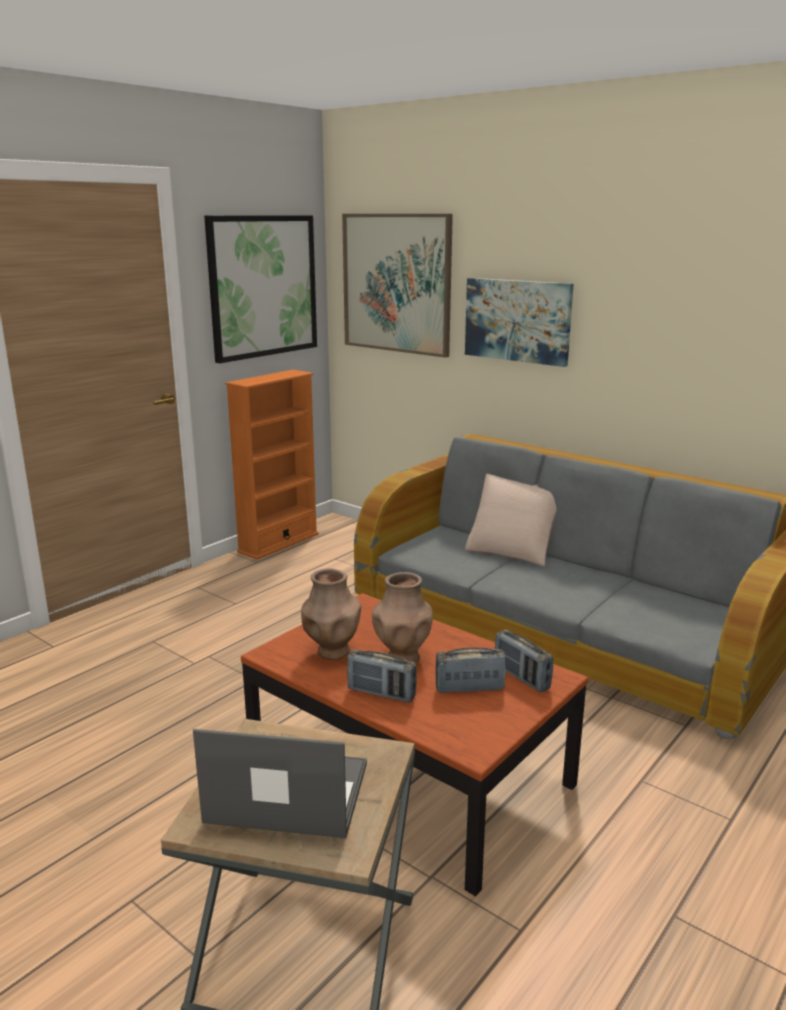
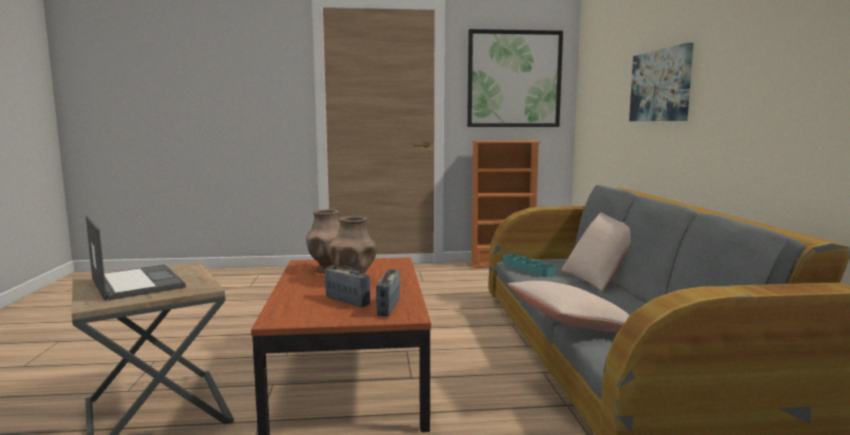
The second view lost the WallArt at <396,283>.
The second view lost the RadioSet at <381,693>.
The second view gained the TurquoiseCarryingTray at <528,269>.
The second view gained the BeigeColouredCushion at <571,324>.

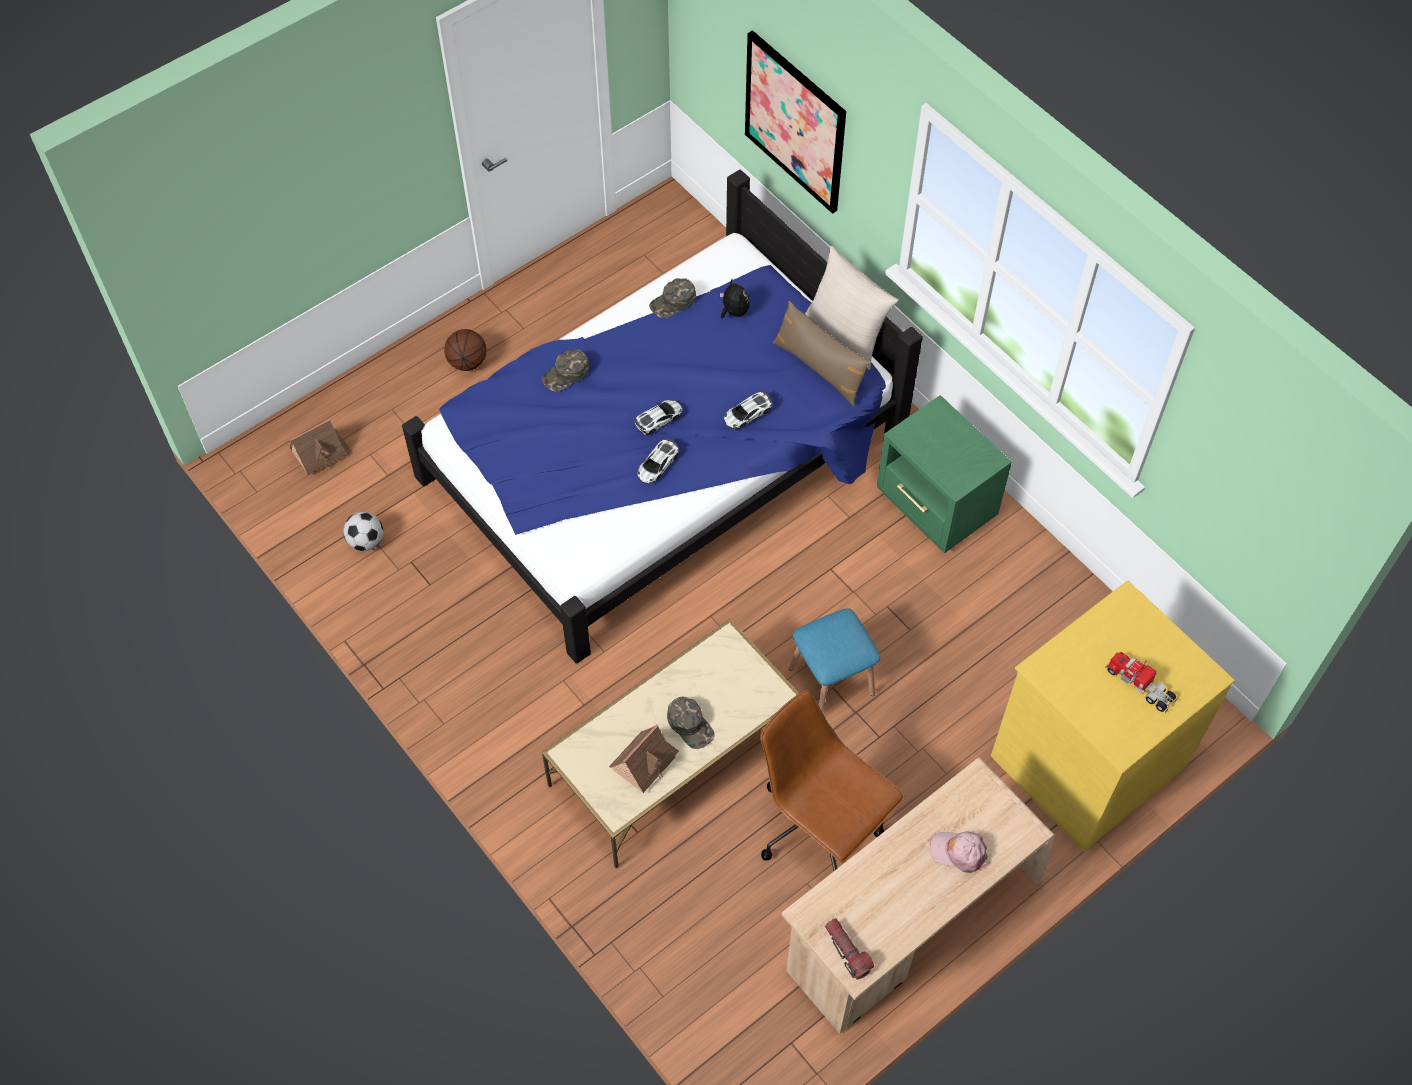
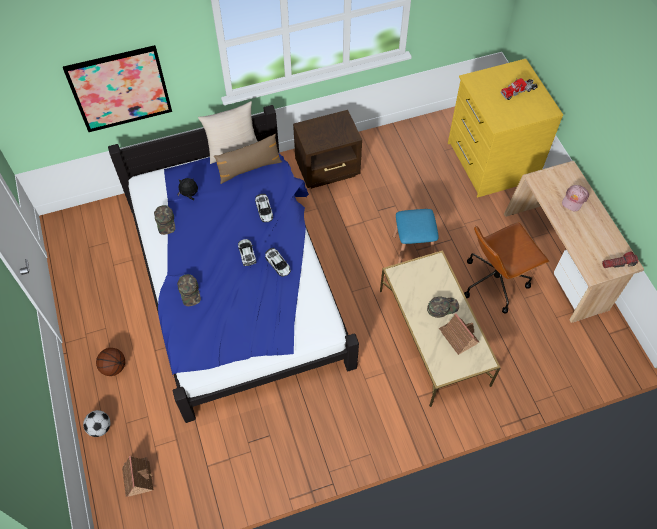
The Football ended up elsewhere, having gone from <366,541> to <100,428>.
What was the GreenishNightstand at <935,508> turned into the BrownishNightstand at <328,170>.

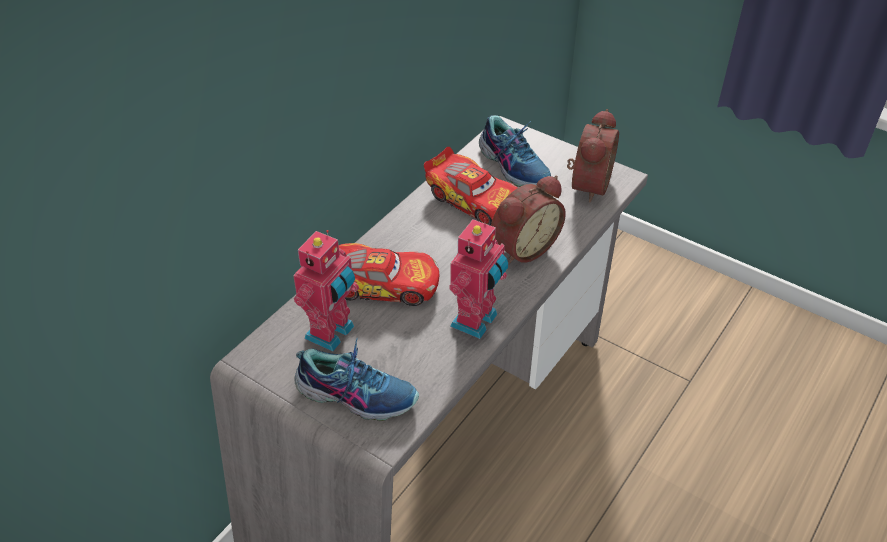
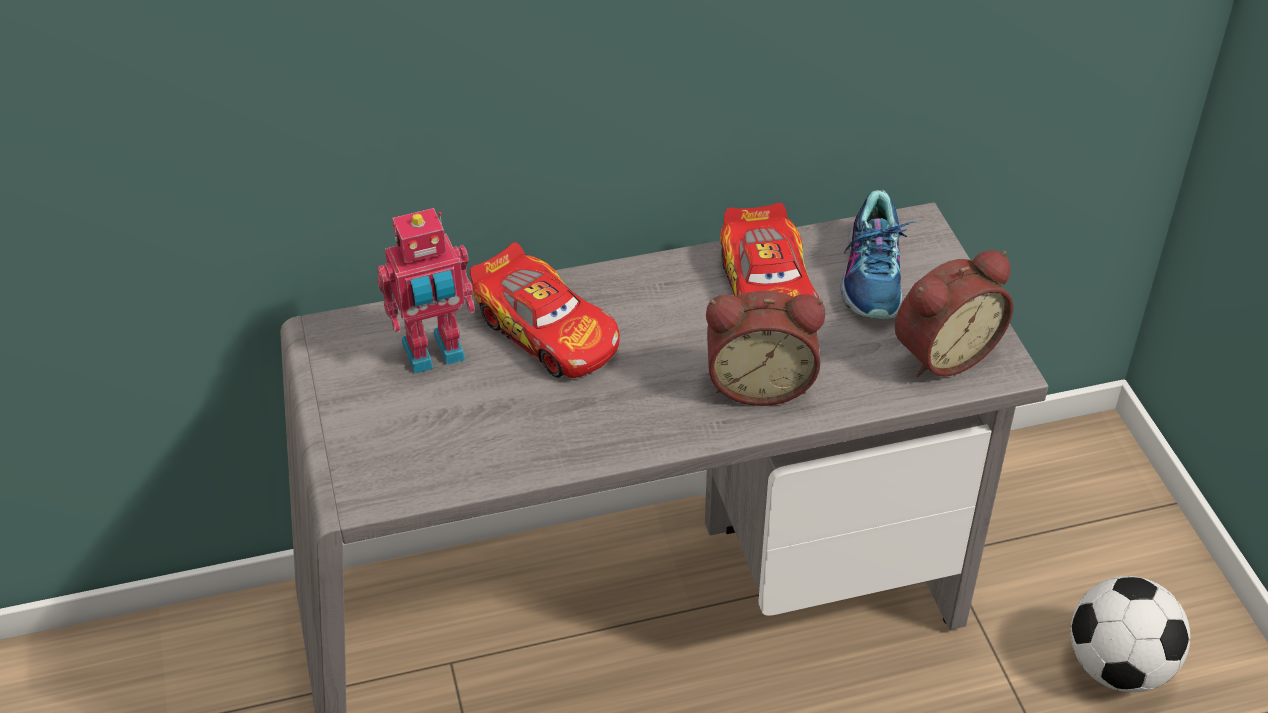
The second view lost the ItemOfFootwear at <357,394>.
The second view lost the ToyRobot at <477,321>.
The second view gained the Football at <1118,667>.

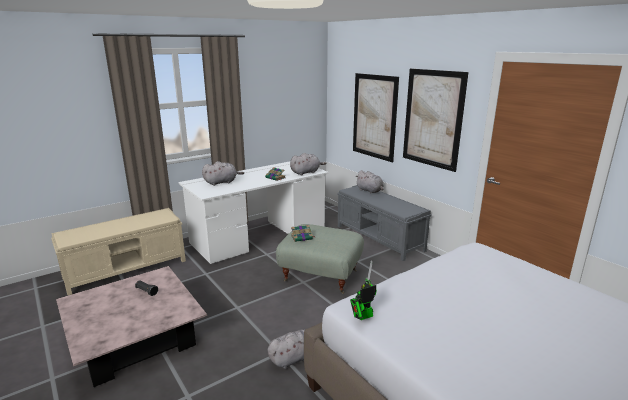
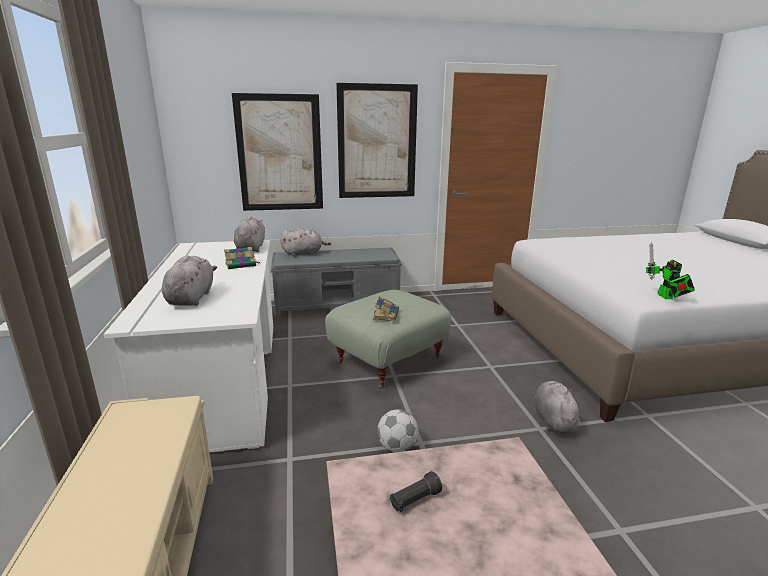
The second view gained the Football at <397,447>.

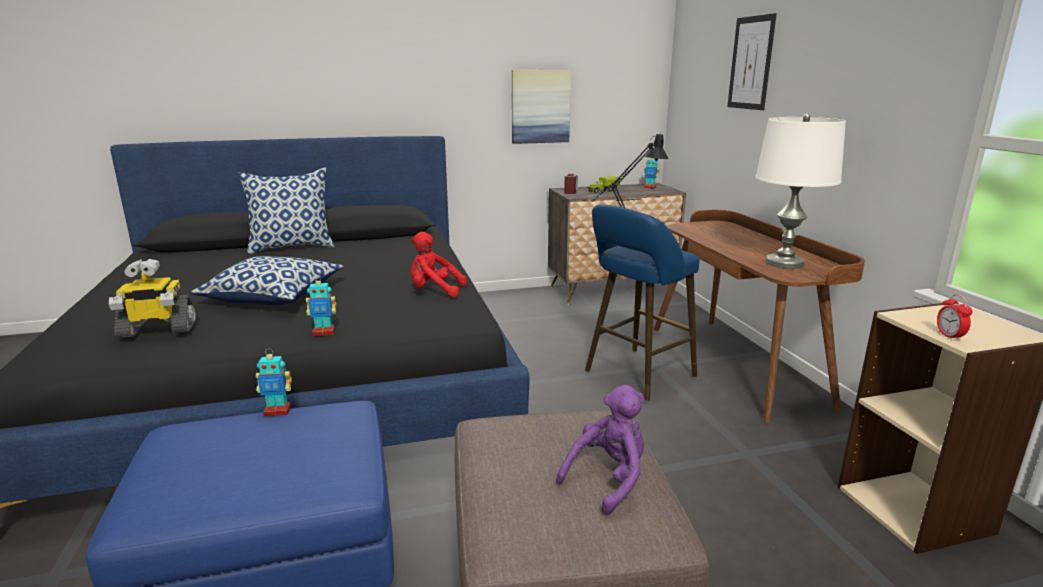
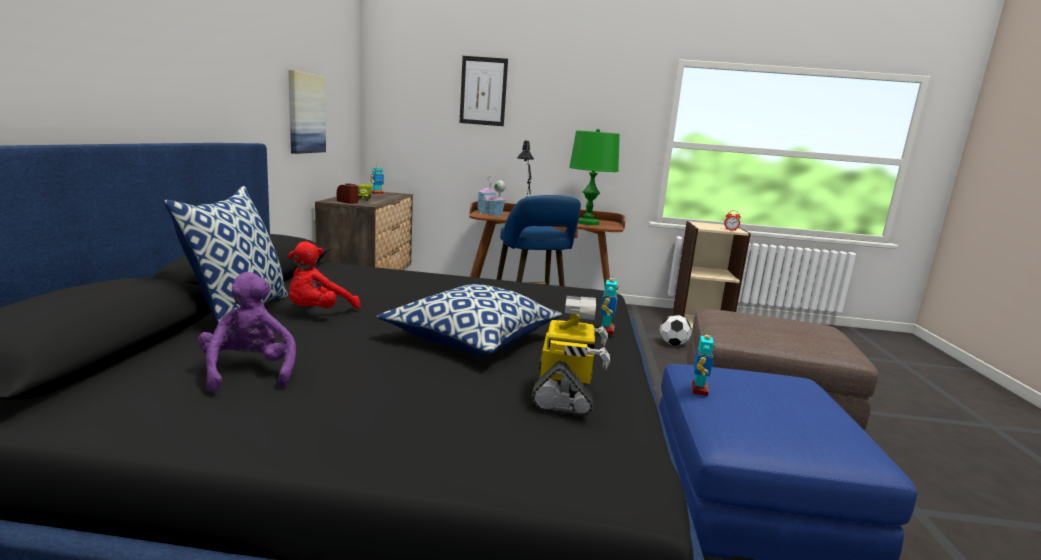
The second view gained the ToyHouse at <490,213>.
The second view gained the Football at <673,344>.
The ReddishCuddlyToy ended up elsewhere, having gone from <434,291> to <318,312>.
The PurpleCuddlyToy ended up elsewhere, having gone from <608,479> to <249,372>.
What was the WhiteColouredTableLamp at <784,263> turned into the GreenishTableLamp at <587,223>.

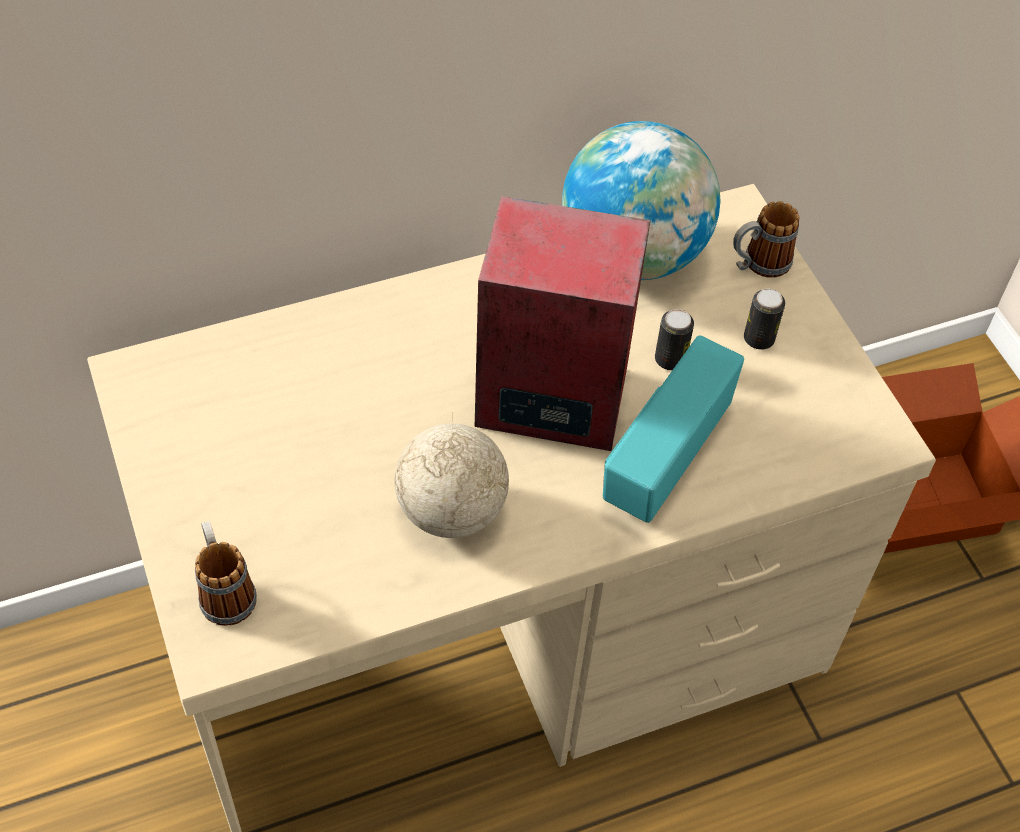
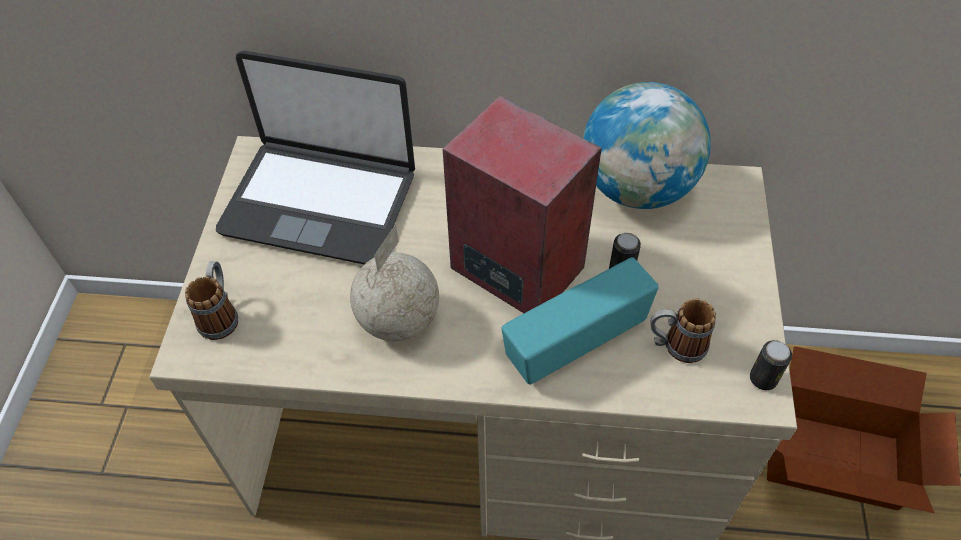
The second view gained the Laptop at <320,201>.
The Mug ended up elsewhere, having gone from <758,264> to <676,345>.
The SealedCan ended up elsewhere, having gone from <759,339> to <763,379>.

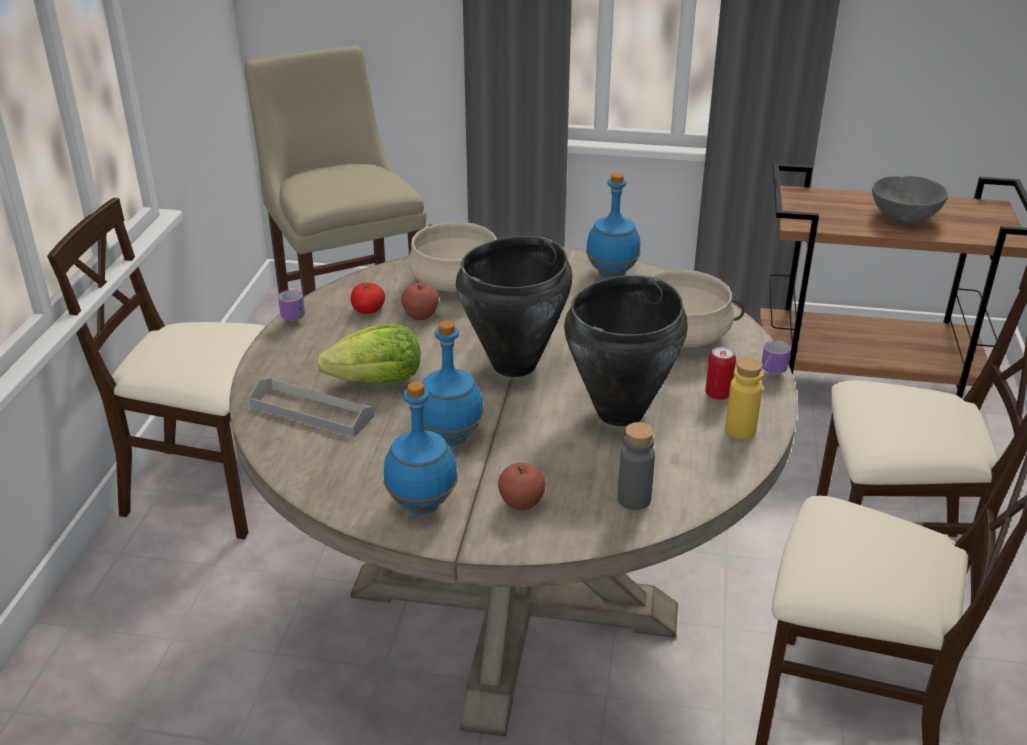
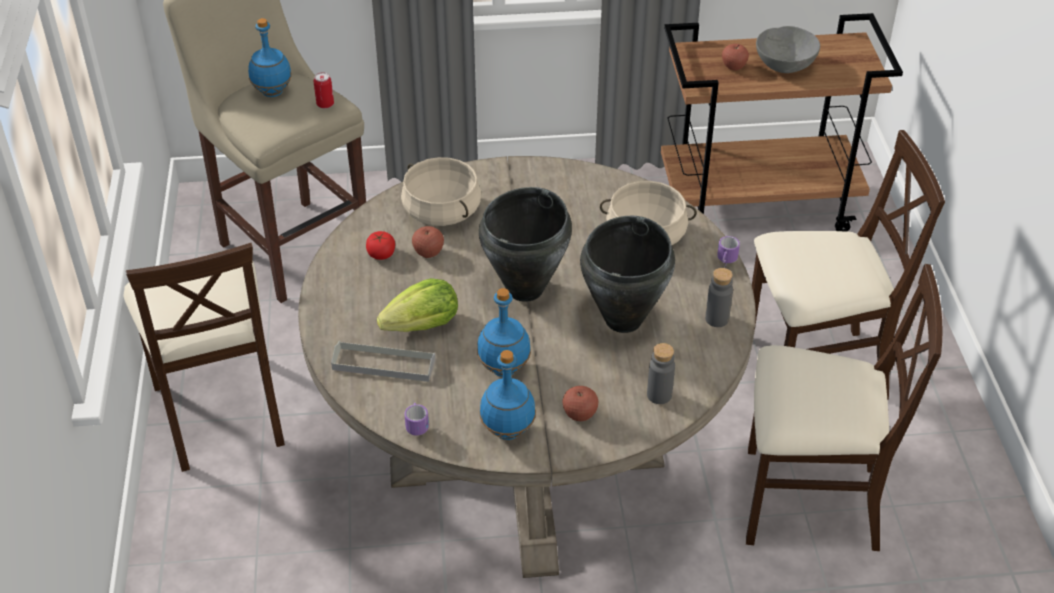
The second view gained the Apple at <733,67>.
The Mug ended up elsewhere, having gone from <297,314> to <416,421>.
The BluishBeverageBottle ended up elsewhere, having gone from <611,274> to <272,92>.
The SealedCan ended up elsewhere, having gone from <718,394> to <325,104>.
What was the YellowColouredBeverageBottle at <740,430> turned into the GrayBeverageBottle at <717,319>.
The BeigeColouredChair at <209,488> ended up facing another way, 105 degrees counterclockwise from before.

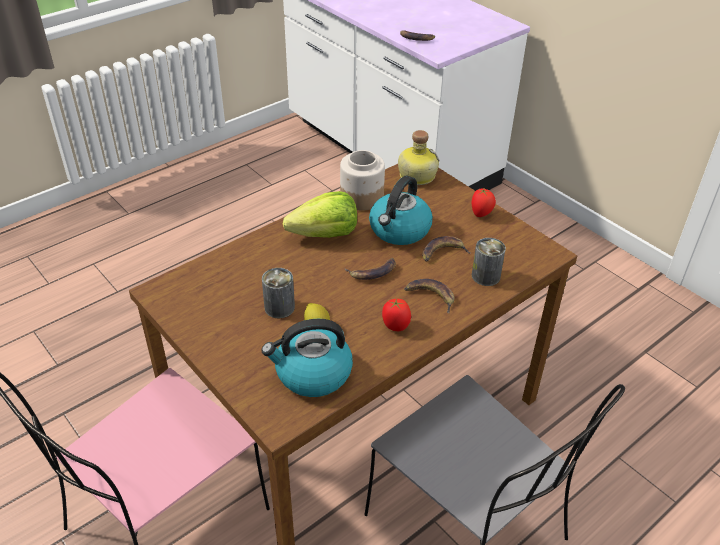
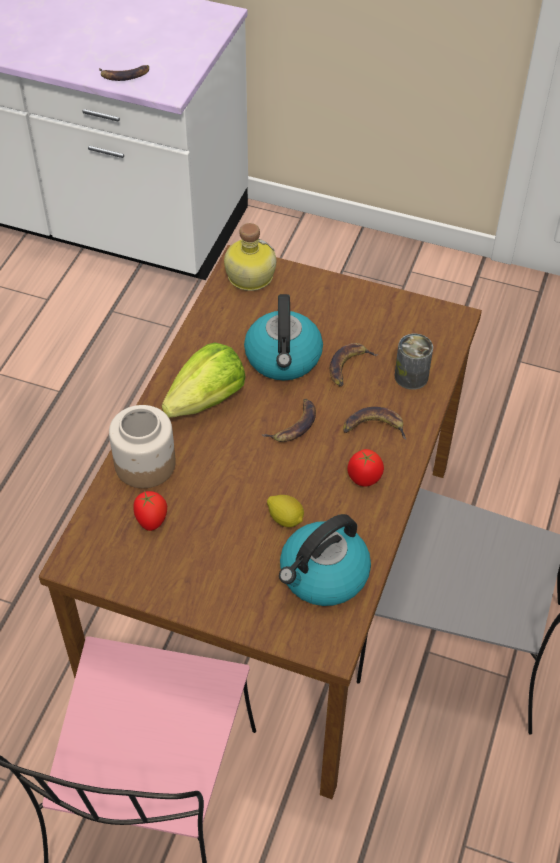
The second view lost the SealedCan at <279,307>.
The Jar ended up elsewhere, having gone from <361,198> to <144,464>.
The WholeTomato ended up elsewhere, having gone from <481,214> to <152,521>.

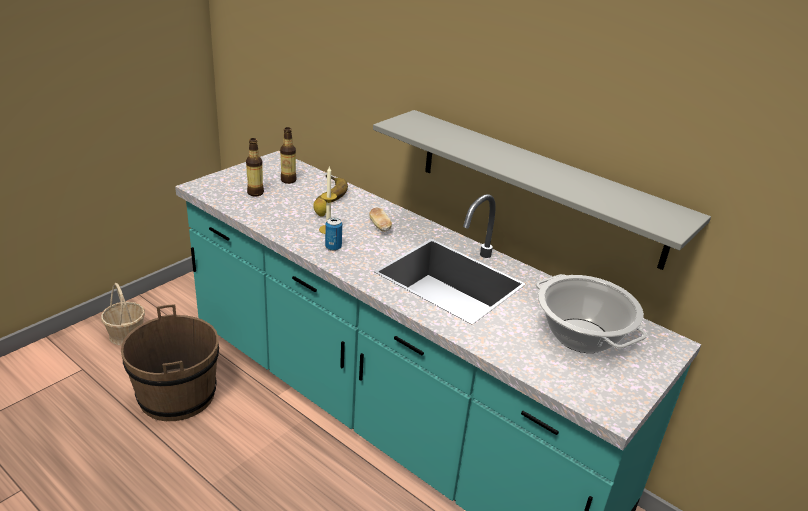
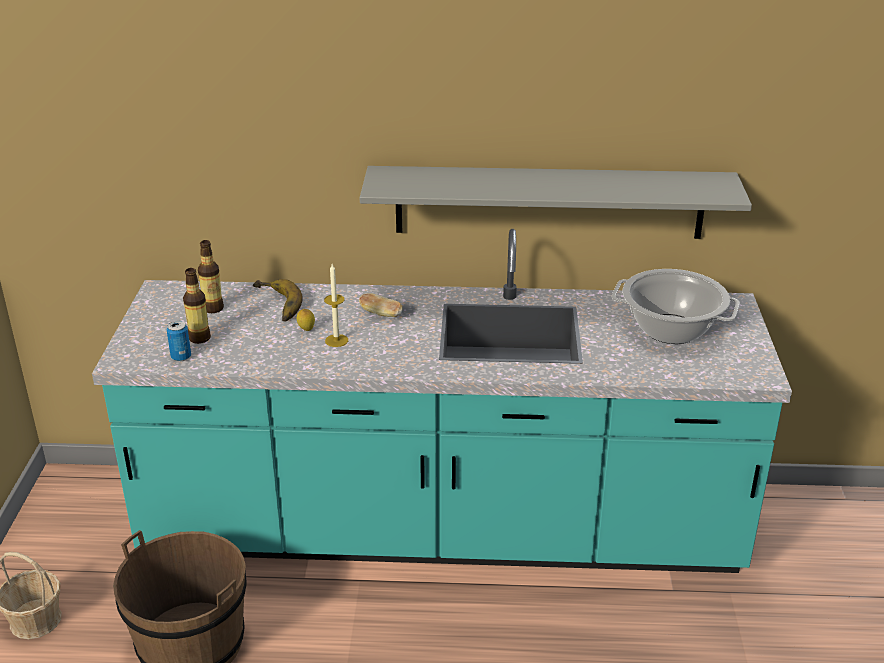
The SealedCan ended up elsewhere, having gone from <333,247> to <181,357>.

